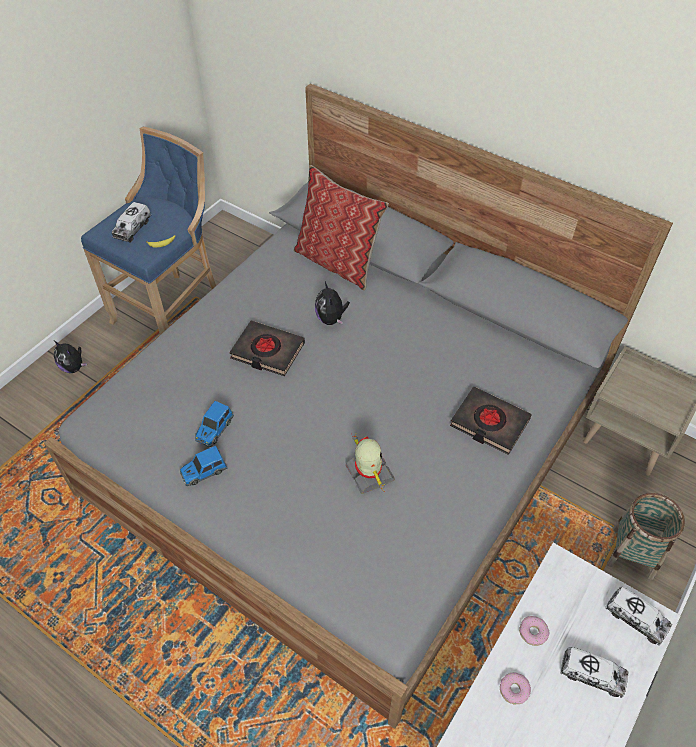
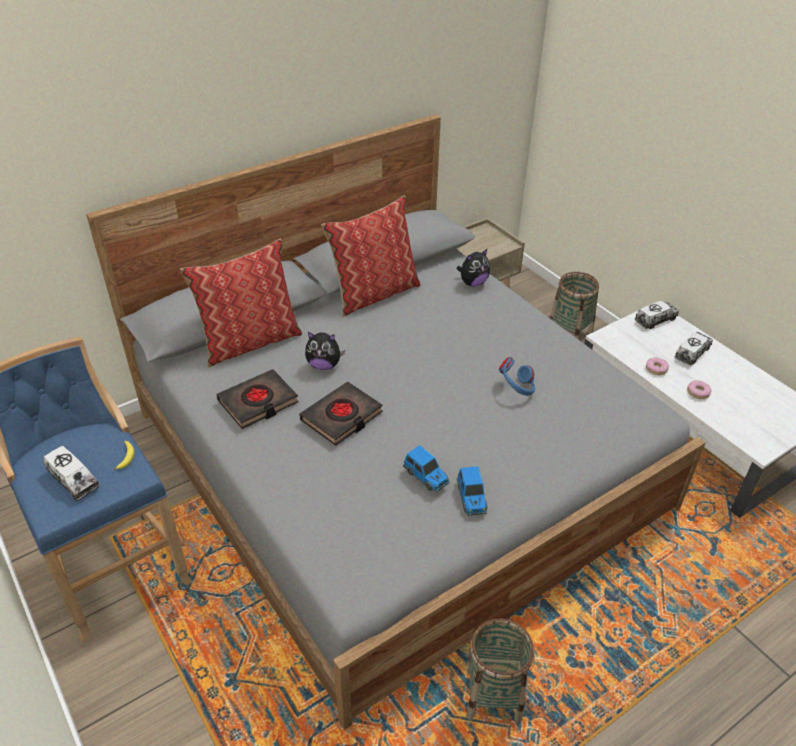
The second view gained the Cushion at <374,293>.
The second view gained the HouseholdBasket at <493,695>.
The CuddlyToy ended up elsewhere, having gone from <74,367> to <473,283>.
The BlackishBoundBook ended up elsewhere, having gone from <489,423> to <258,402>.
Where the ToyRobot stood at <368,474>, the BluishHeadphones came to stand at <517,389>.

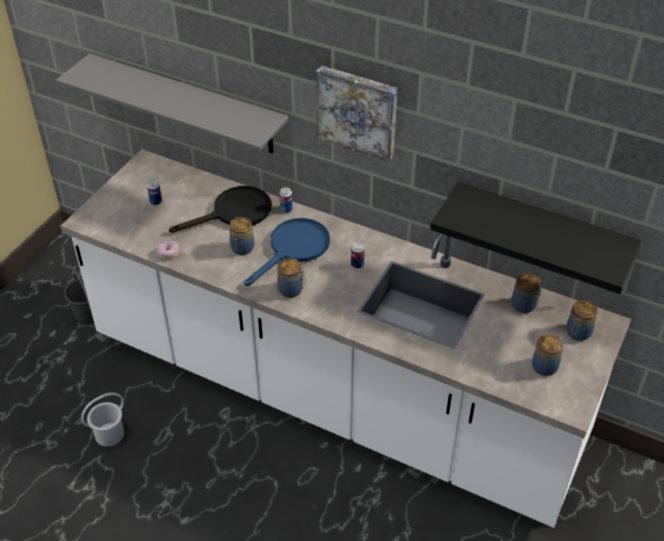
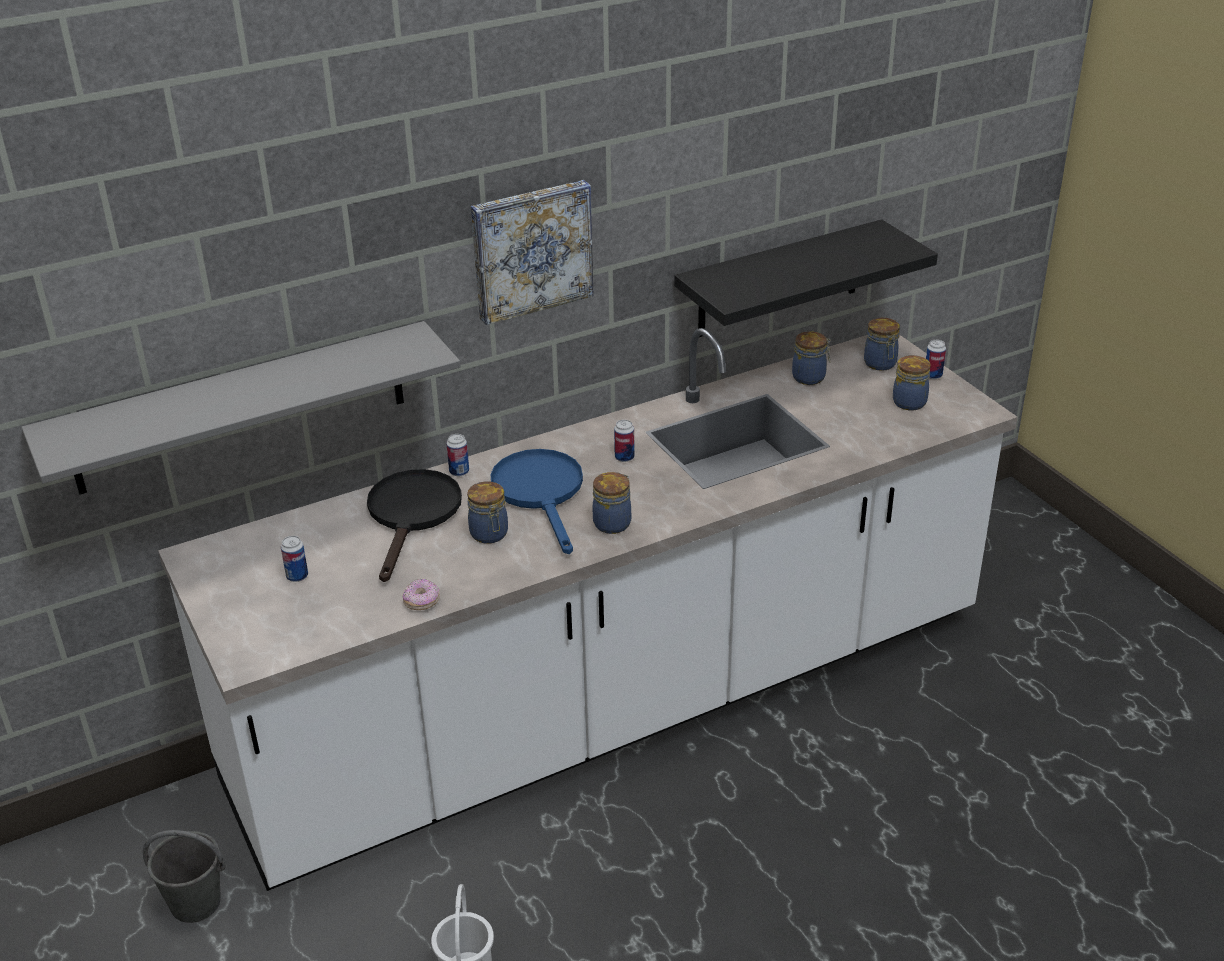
The second view gained the SealedCan at <933,375>.

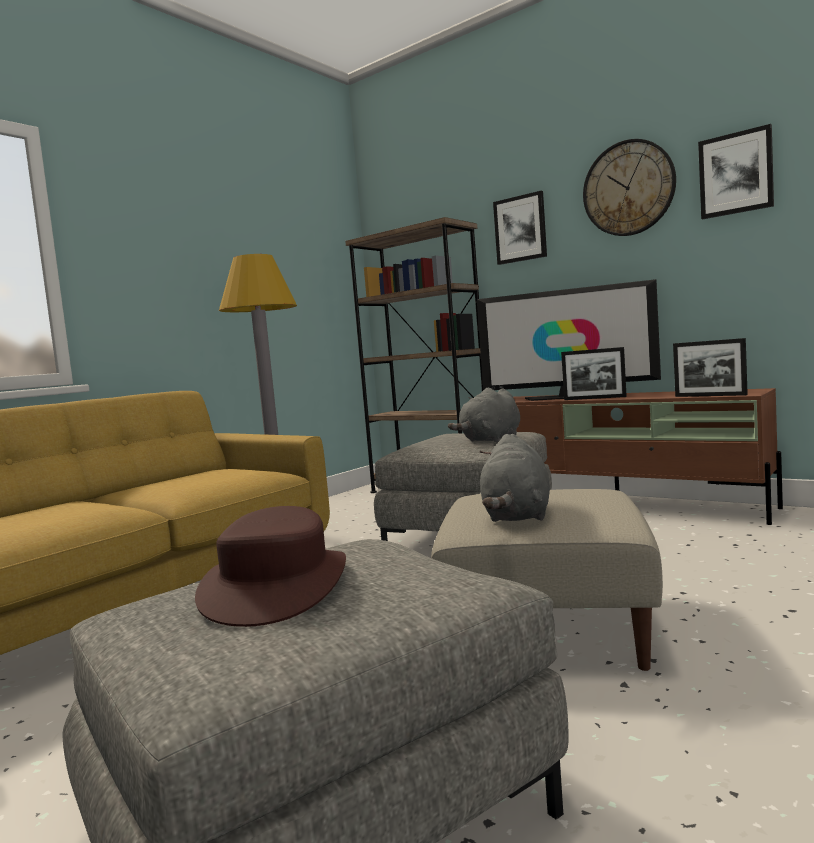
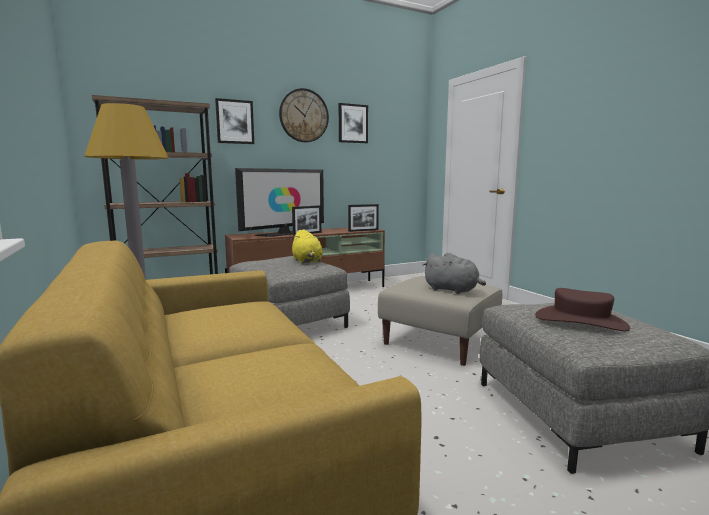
What was the GrayCuddlyToy at <490,440> turned into the YellowColouredCuddlyToy at <307,261>.

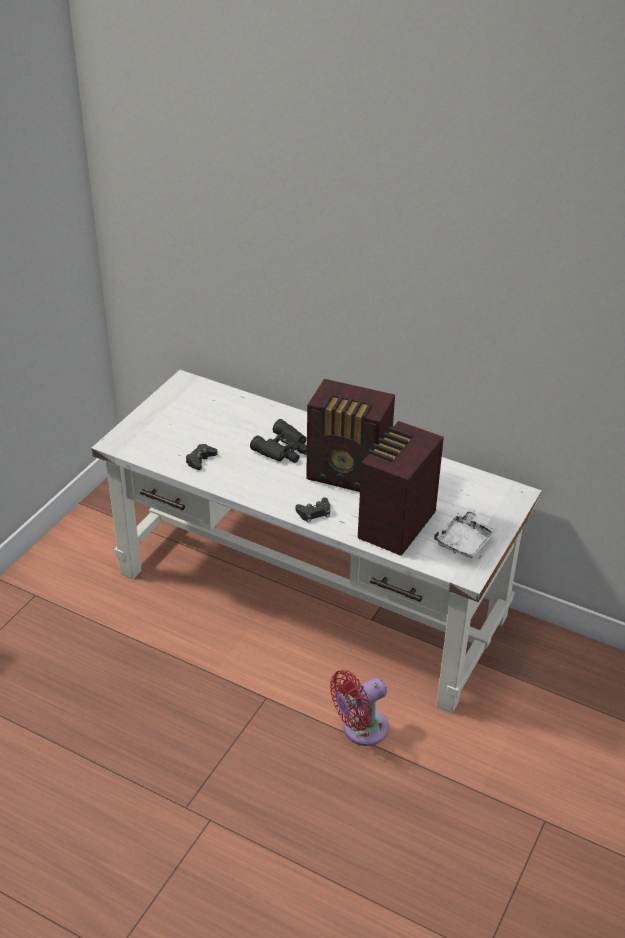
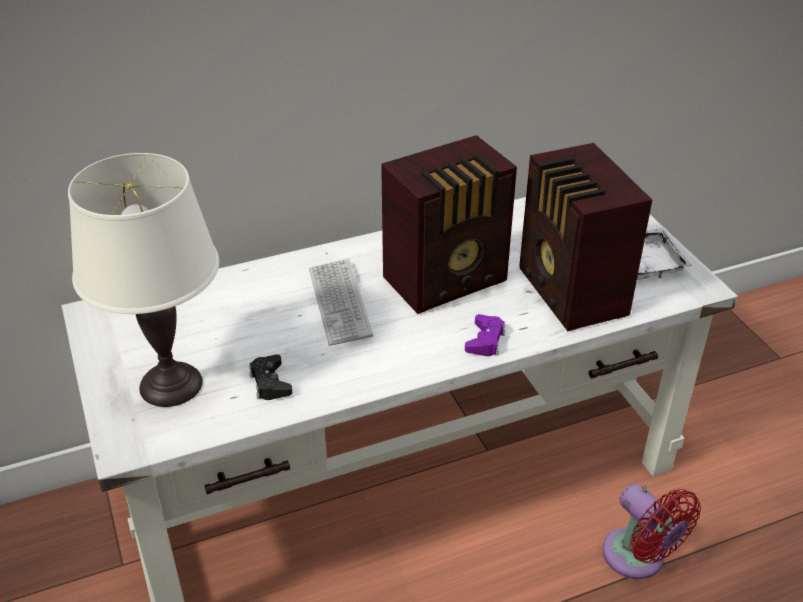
The second view gained the WhiteColouredTableLamp at <171,384>.
Where the BlackishFieldGlasses stood at <284,449>, the PcKeyboard came to stand at <339,303>.
What was the BlackishGameController at <314,513> turned into the PurpleGameController at <485,340>.
The ReddishCoolingFan at <360,729> ended up facing another way, 45 degrees counterclockwise from before.

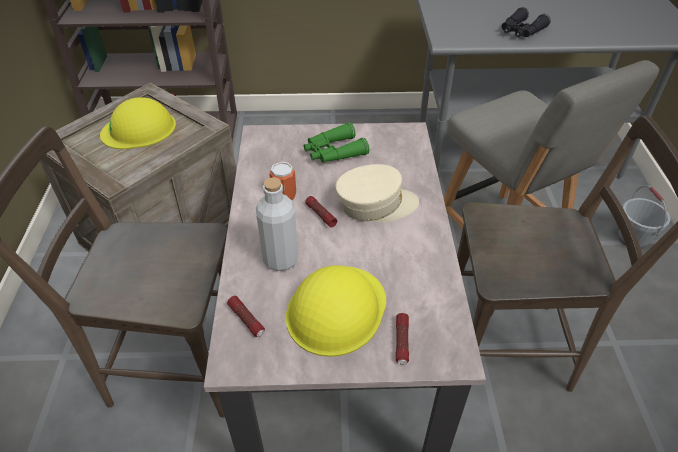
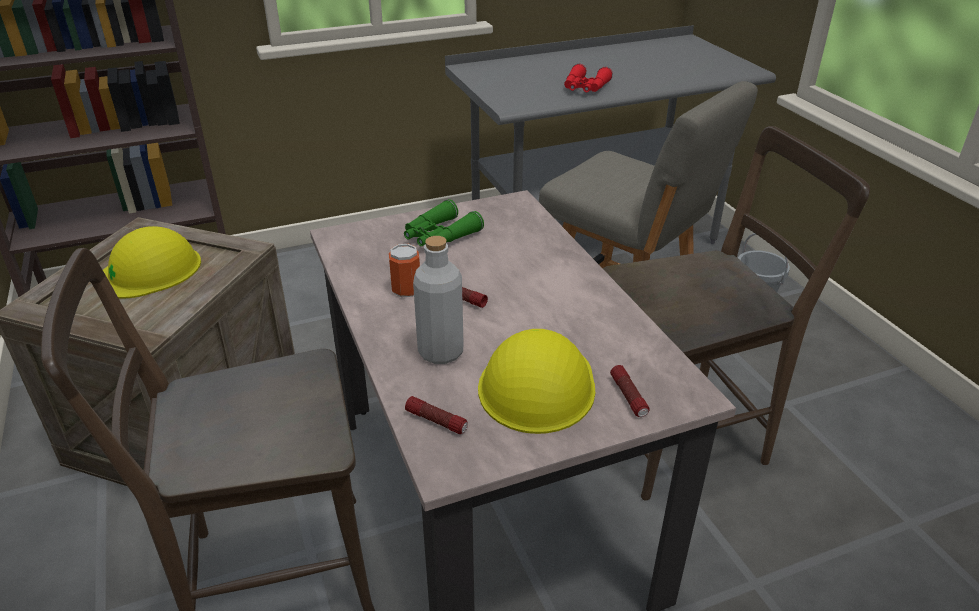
The second view lost the BeigeColouredPeakedCap at <376,204>.
What was the BlackishFieldGlasses at <521,31> turned into the ReddishFieldGlasses at <585,88>.

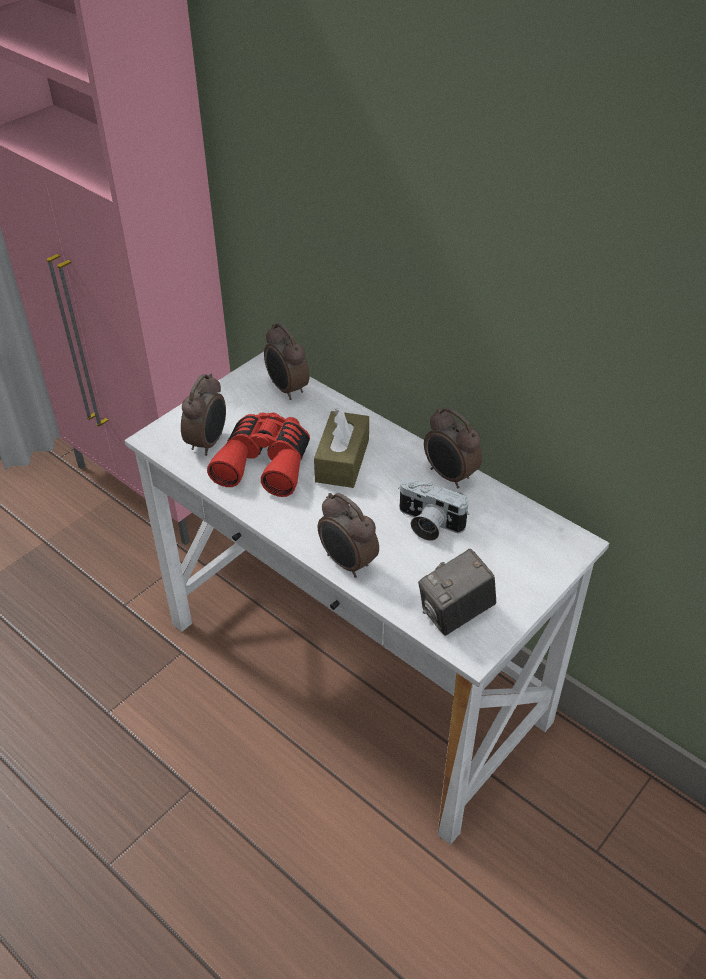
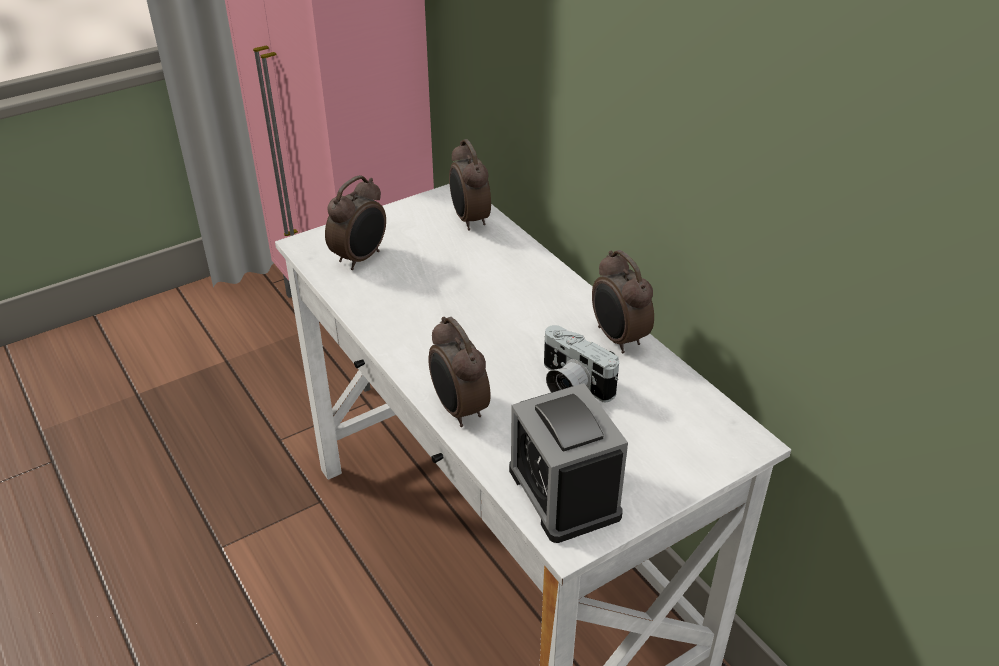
The second view lost the ReddishFieldGlasses at <265,462>.
The second view lost the BrownishTissueHolder at <342,460>.
Where the PhotoCamera stood at <455,614>, the BedsideClock came to stand at <564,492>.

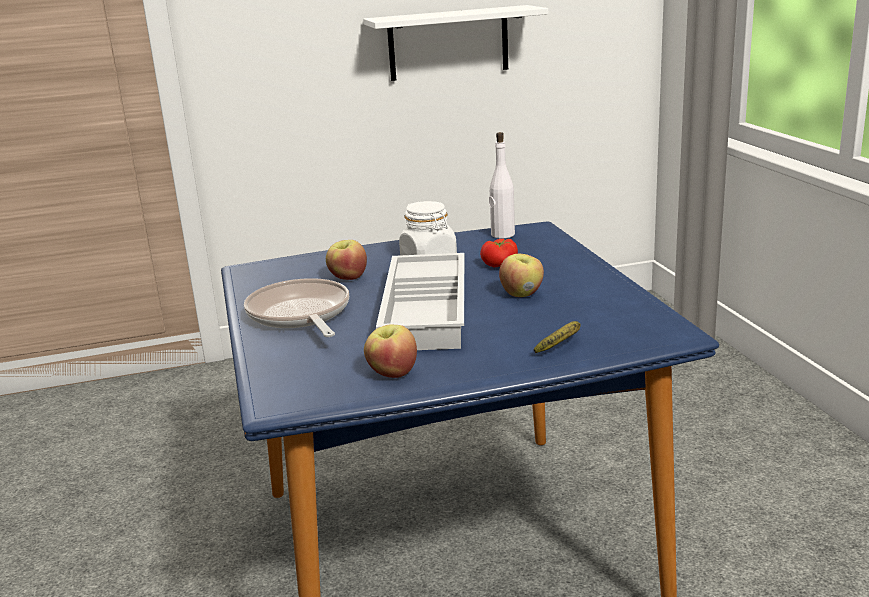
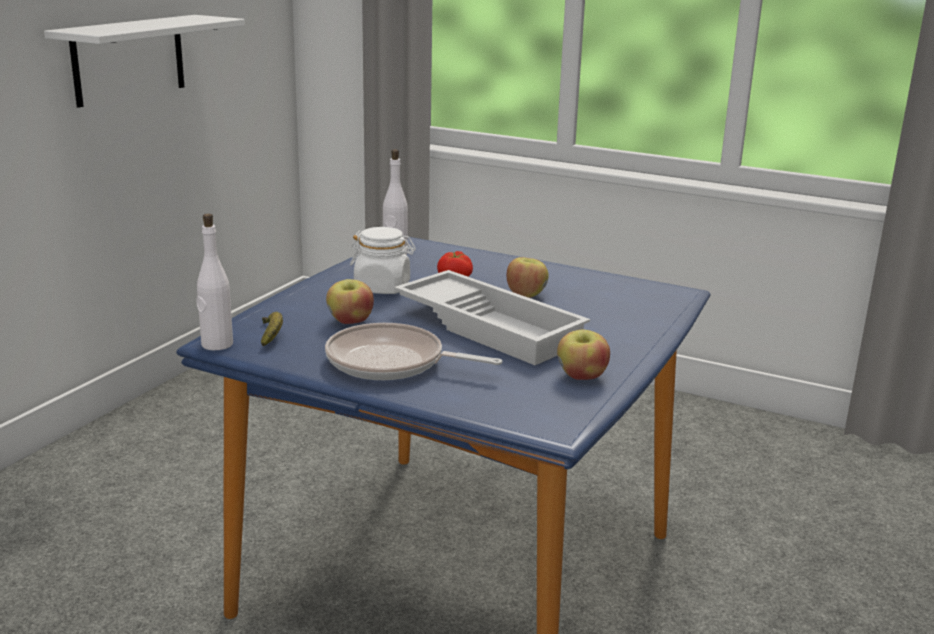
The second view gained the WhiteColouredBeverageBottle at <216,344>.
The WholeBanana ended up elsewhere, having gone from <562,345> to <271,335>.

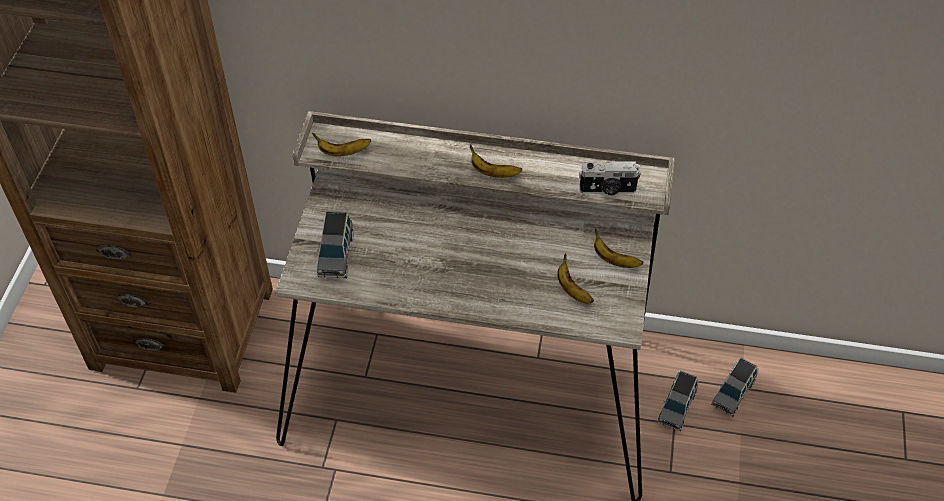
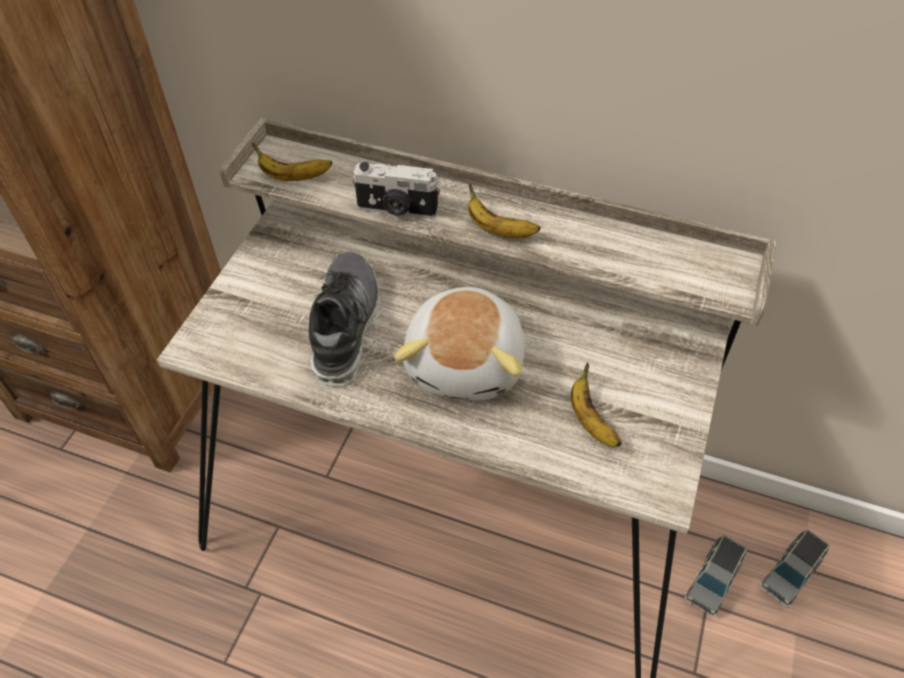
The second view lost the GrayToyCar at <336,255>.
The second view lost the WholeBanana at <614,260>.
The second view gained the ItemOfFootwear at <345,326>.
The second view gained the CuddlyToy at <467,362>.
The PhotoCamera ended up elsewhere, having gone from <607,190> to <397,210>.

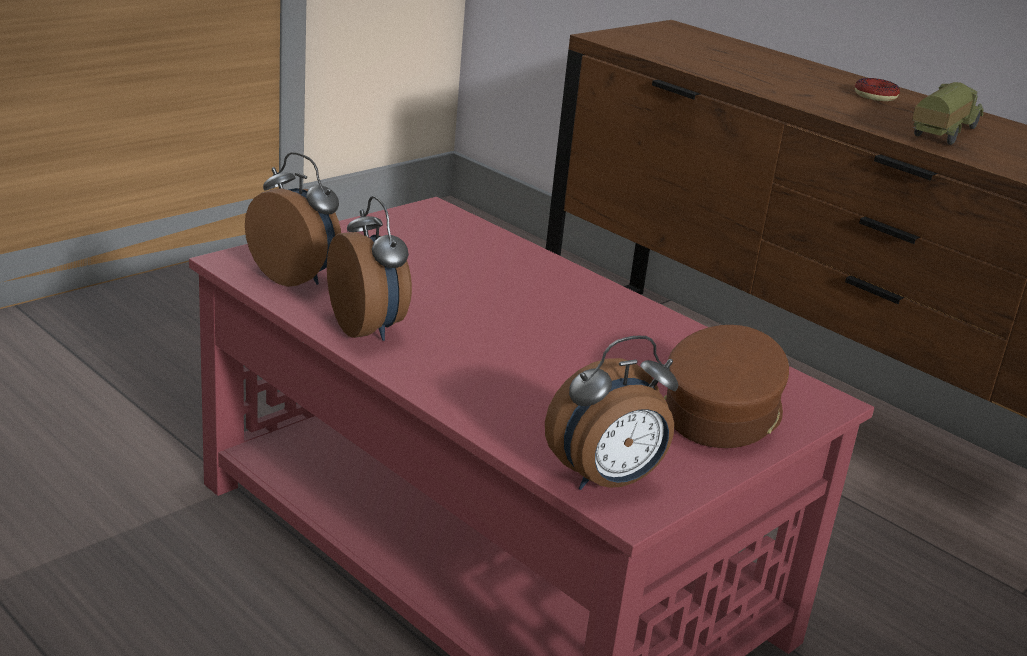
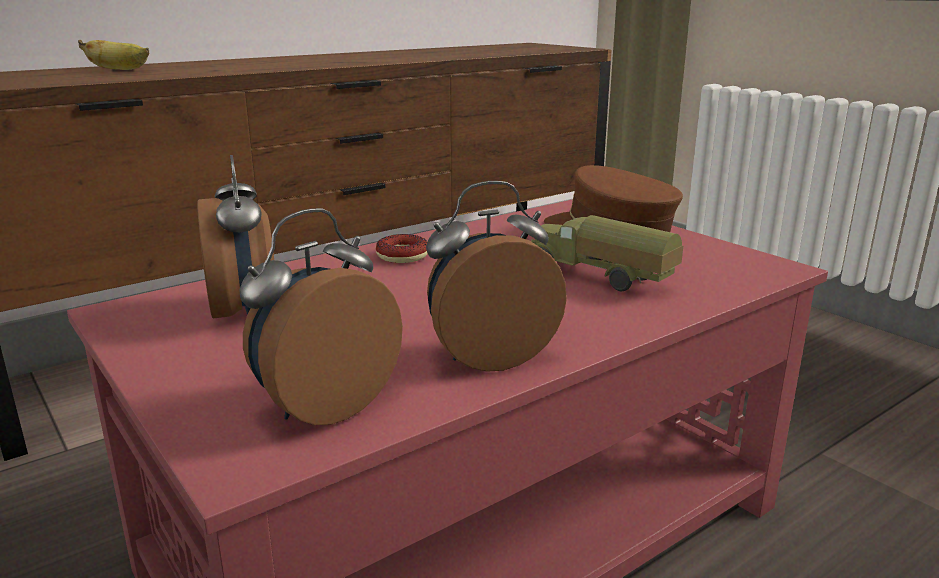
The second view gained the WholeBanana at <120,70>.
The BedsideClock ended up elsewhere, having gone from <607,481> to <245,311>.
The Doughnut ended up elsewhere, having gone from <875,96> to <402,256>.
The ModelTruck ended up elsewhere, having gone from <941,133> to <598,277>.

